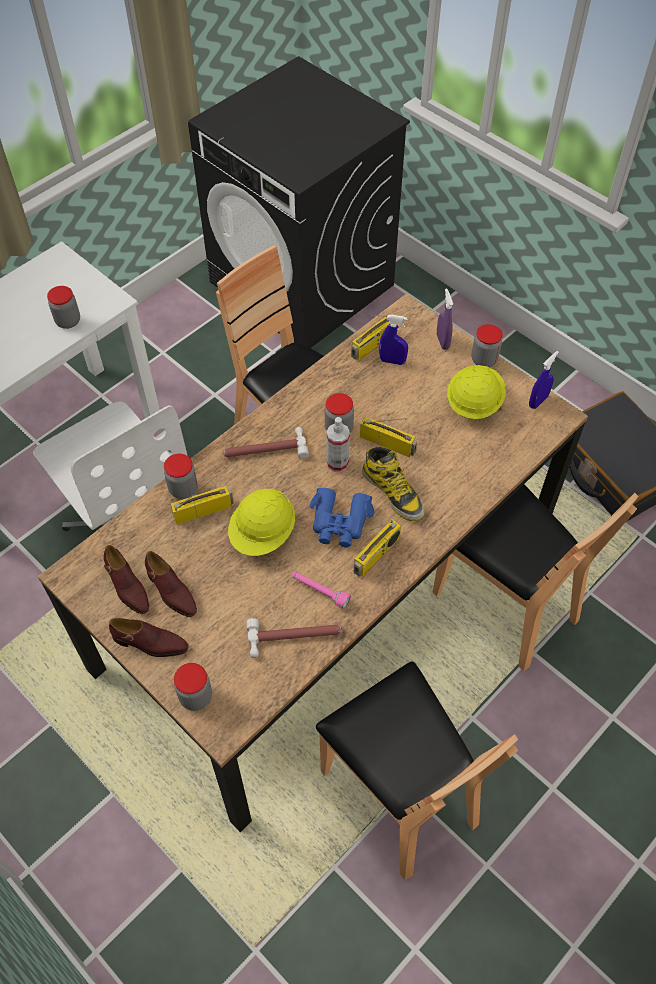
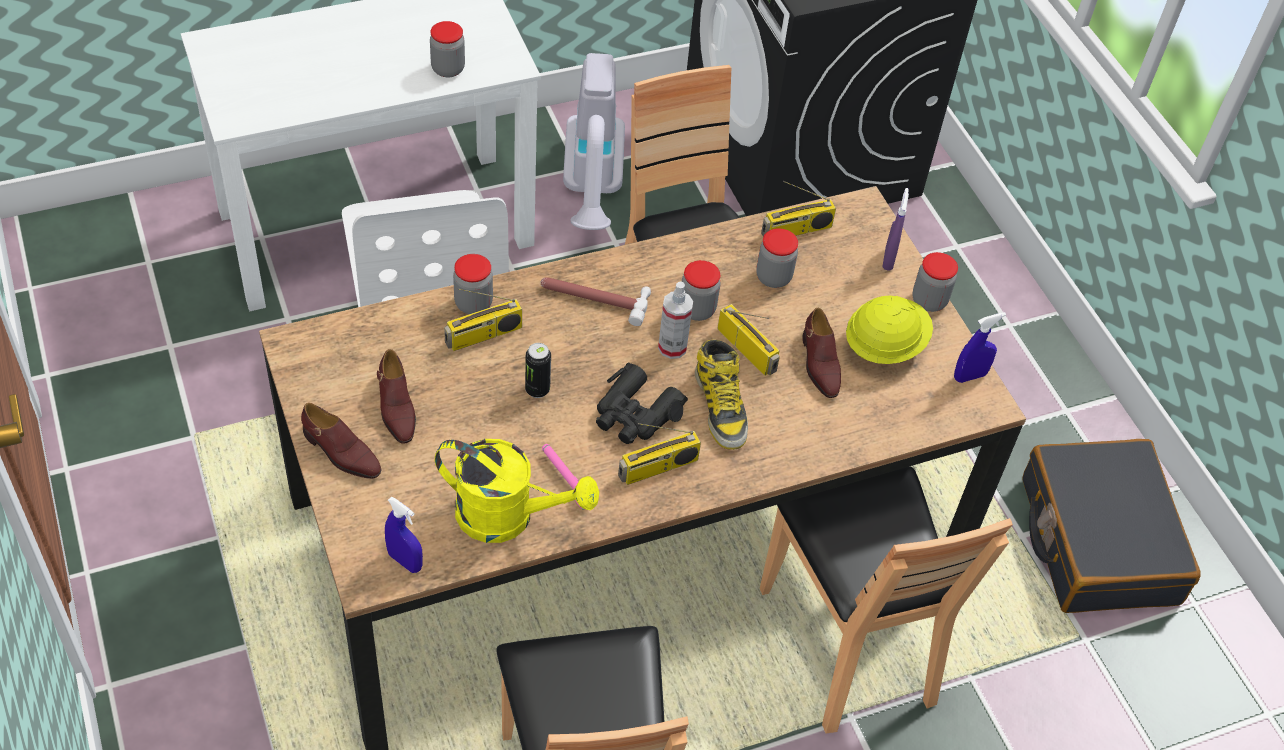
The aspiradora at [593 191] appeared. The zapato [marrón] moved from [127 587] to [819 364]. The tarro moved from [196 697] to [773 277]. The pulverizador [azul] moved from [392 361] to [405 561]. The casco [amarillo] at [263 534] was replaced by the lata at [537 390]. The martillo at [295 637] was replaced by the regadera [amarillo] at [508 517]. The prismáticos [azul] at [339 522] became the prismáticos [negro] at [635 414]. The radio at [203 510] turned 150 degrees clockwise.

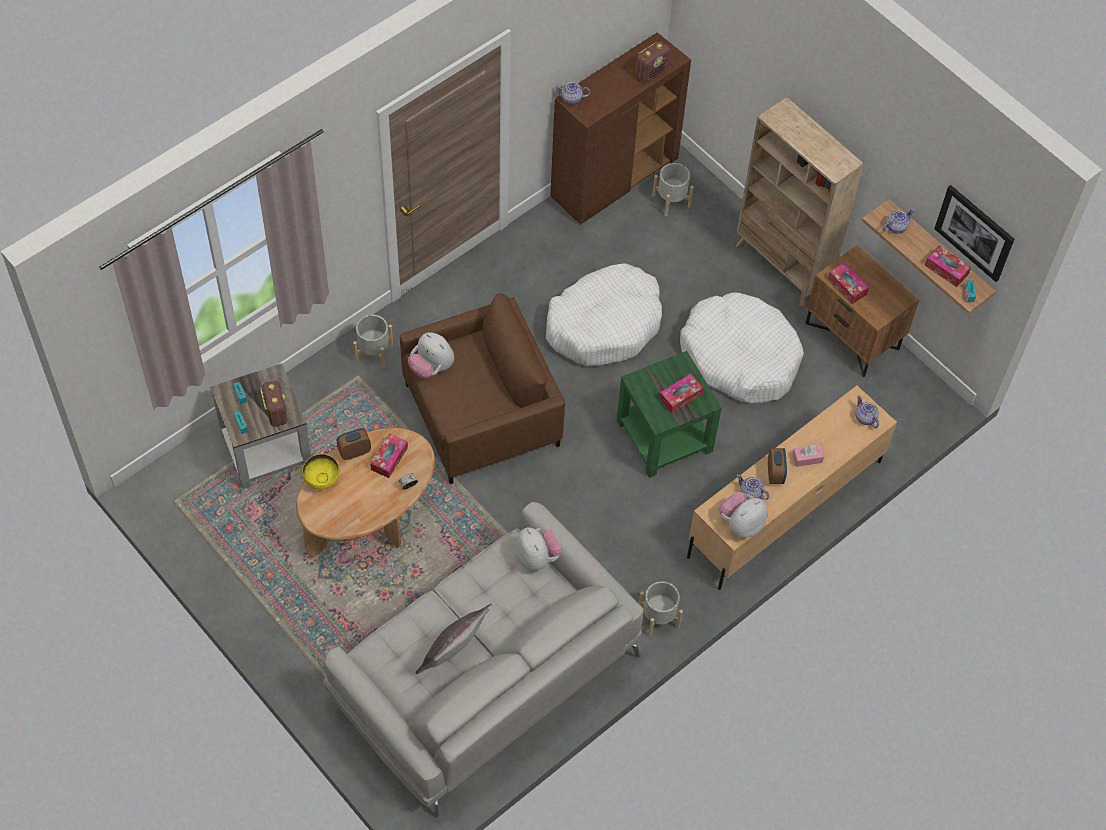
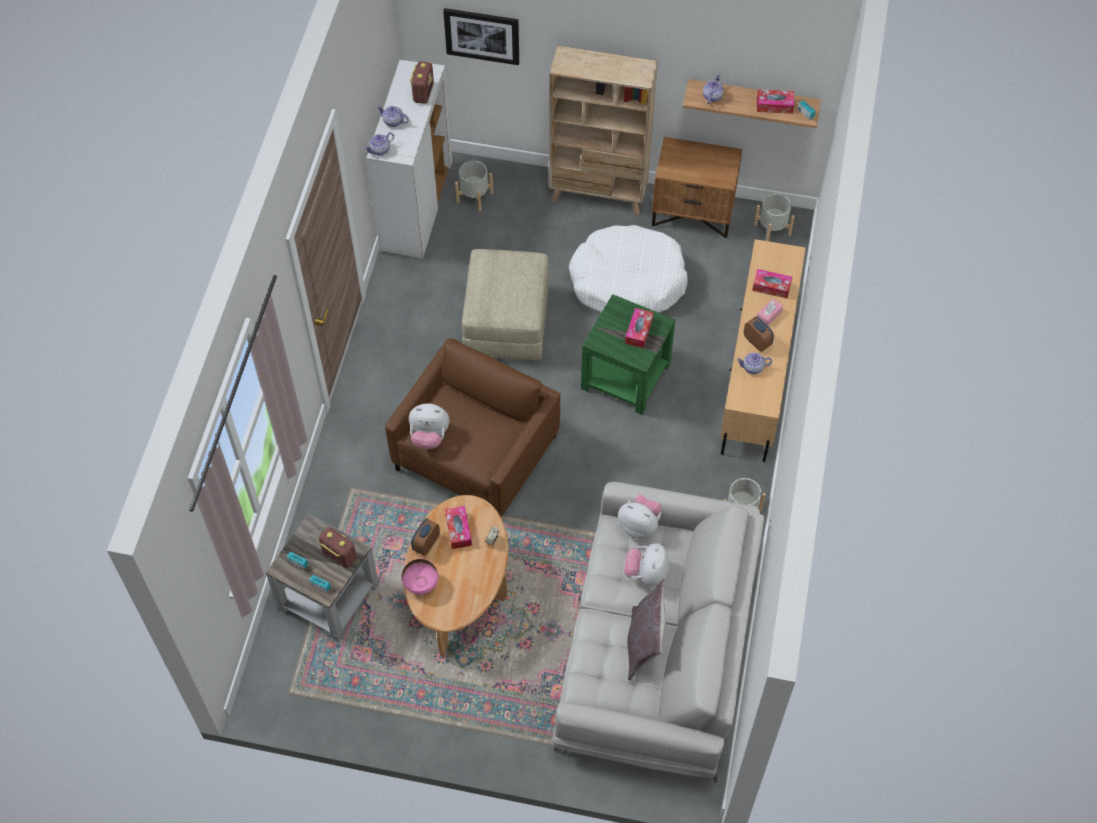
The maceta [gris] moved from [373 352] to [771 229]. The peluche moved from [741 524] to [646 573]. The caja de pañuelos moved from [847 286] to [771 287]. The tetera moved from [865 418] to [393 121]. The cuadro moved from [975 232] to [482 35]. The cama para perro [blanco] at [604 324] was replaced by the puf [beis] at [507 322]. The cuenco [amarillo] at [322 480] became the cuenco [rosa] at [420 584]. The armario [marrón] at [614 178] became the armario [blanco] at [416 207].

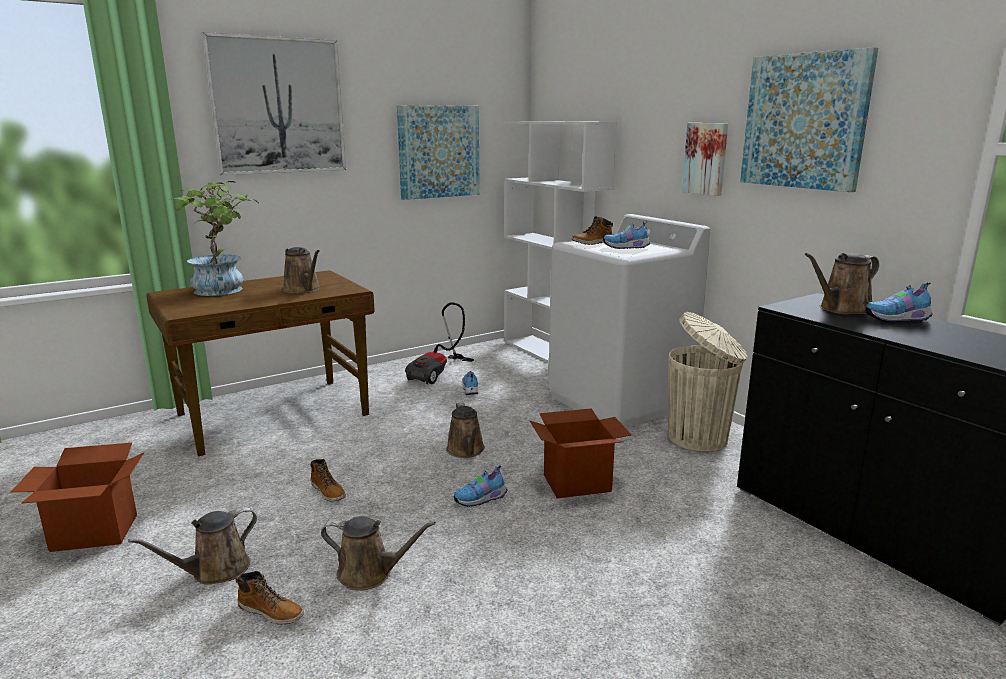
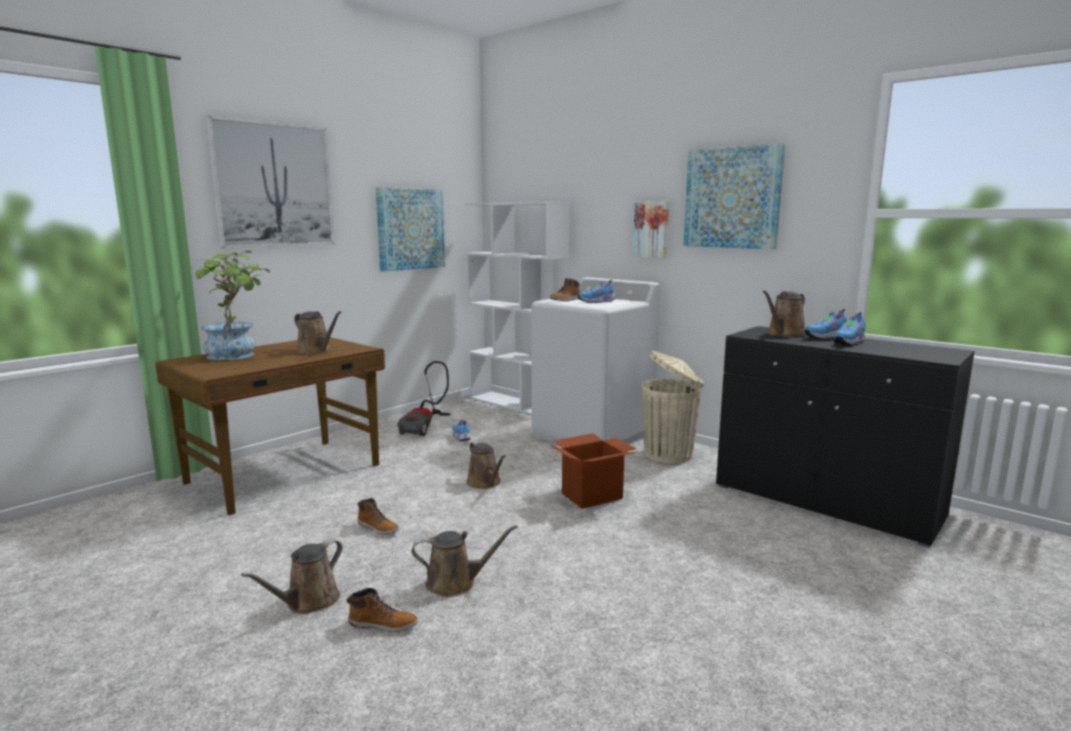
The caja de cartón at [94 533] disappeared. The zapato moved from [481 499] to [849 343].

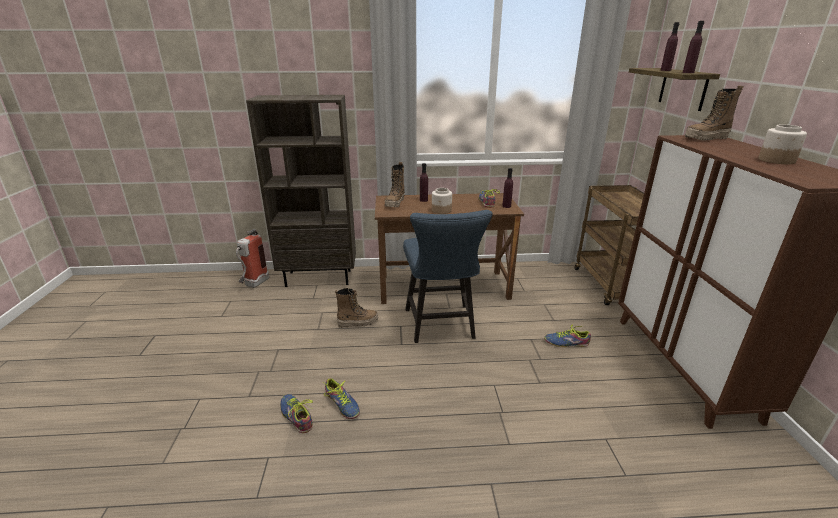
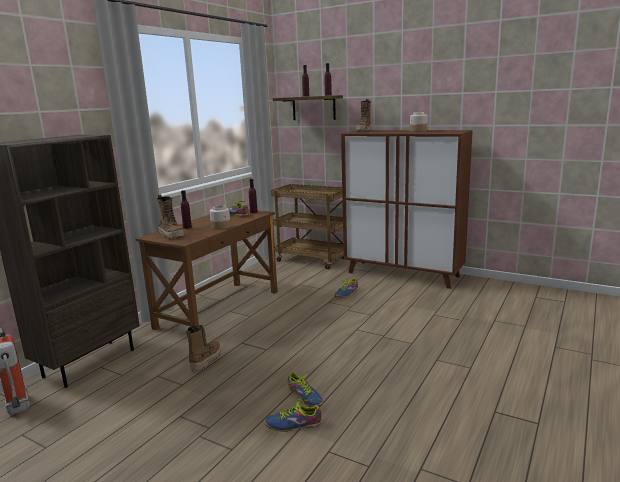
The silla [azul] at [441 327] disappeared. The zapato at [342 404] turned 60 degrees clockwise.

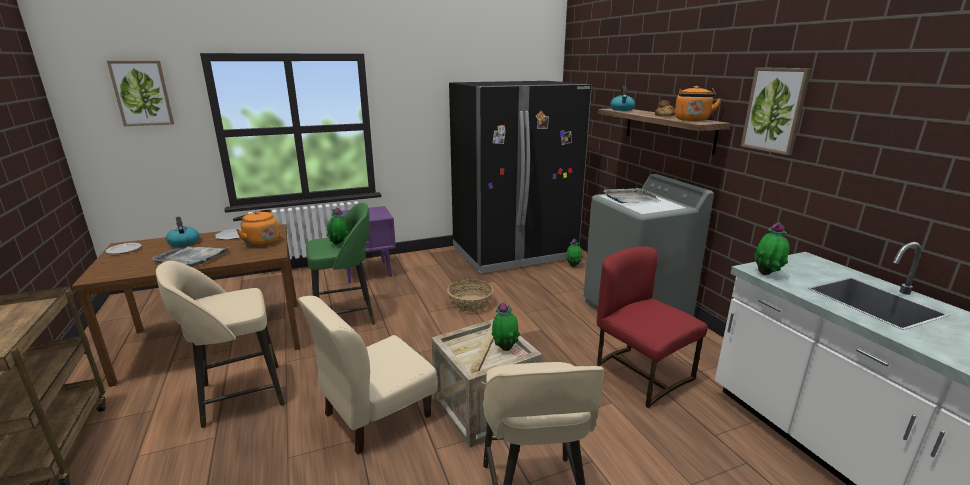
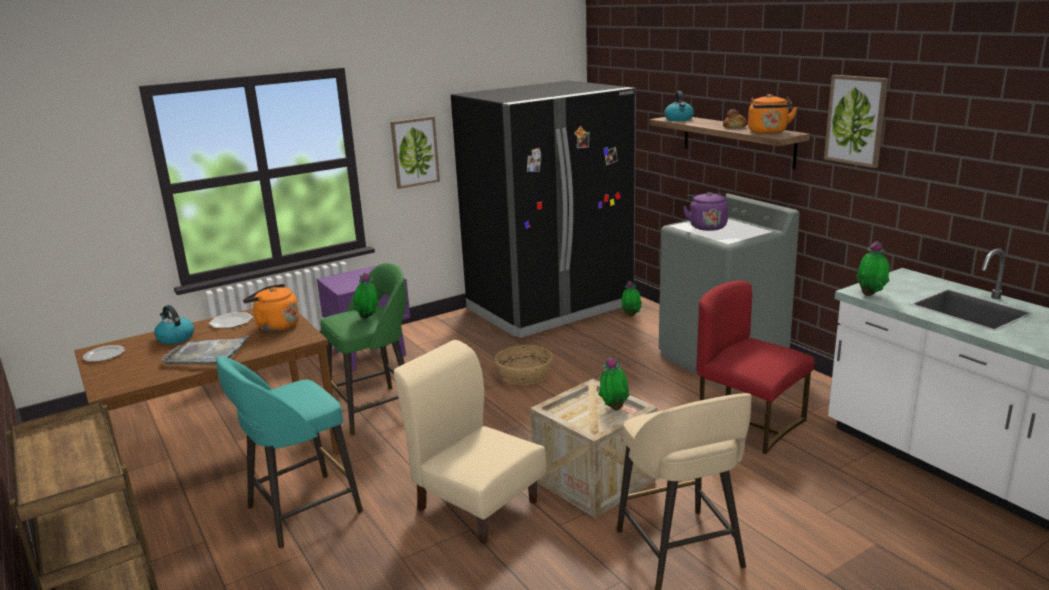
The cuadro moved from [142 93] to [414 152]. The bandeja [gris] at [630 198] was replaced by the hervidor [morado] at [706 226]. The taburete [beis] at [239 395] became the taburete [turquesa] at [300 511]. The silla [beis] at [376 414] turned 90 degrees clockwise.

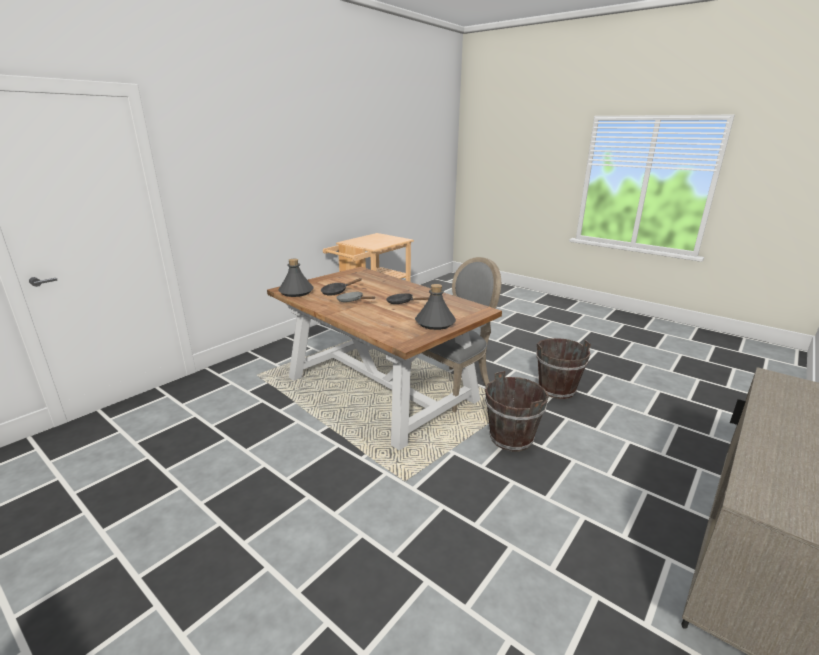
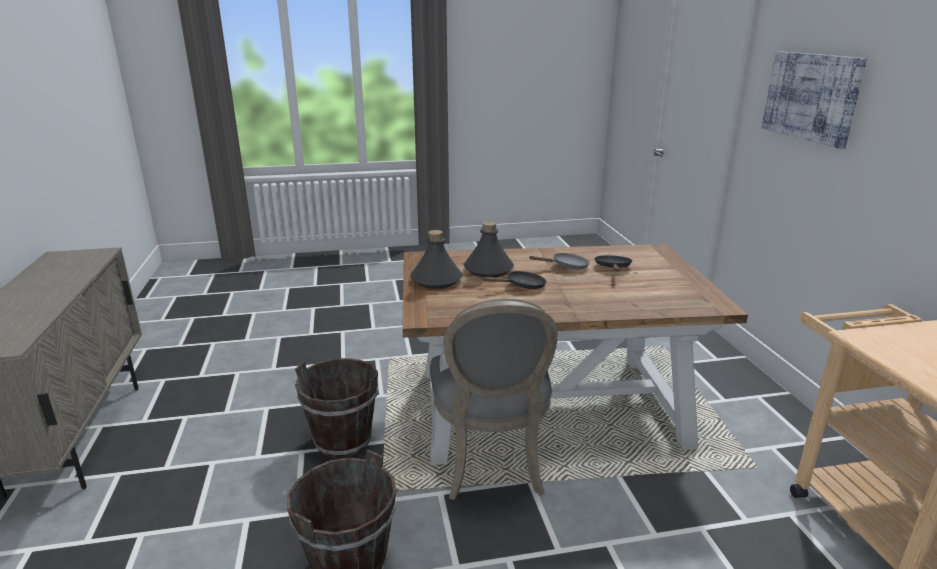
The cuadro at [811 97] appeared. The botella [gris] moved from [296 292] to [488 270].

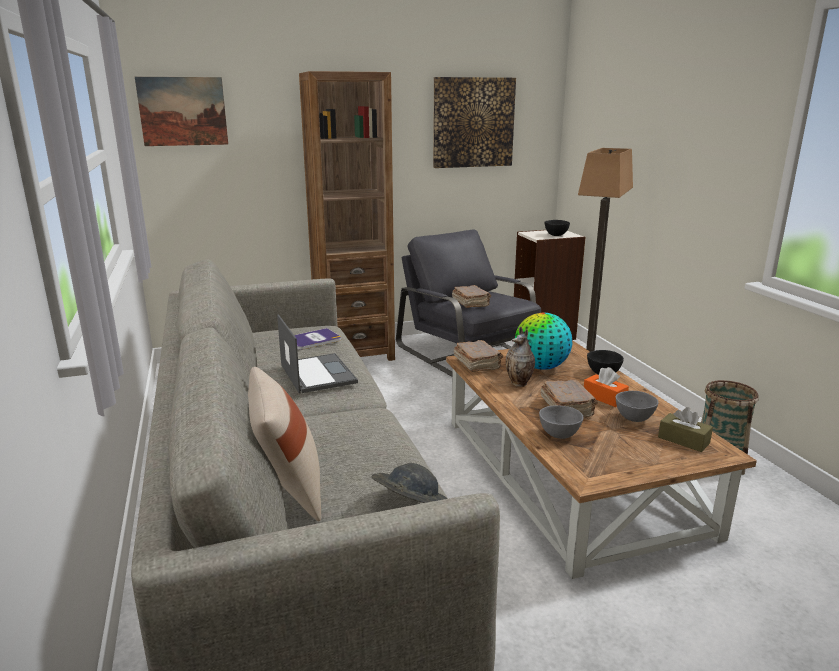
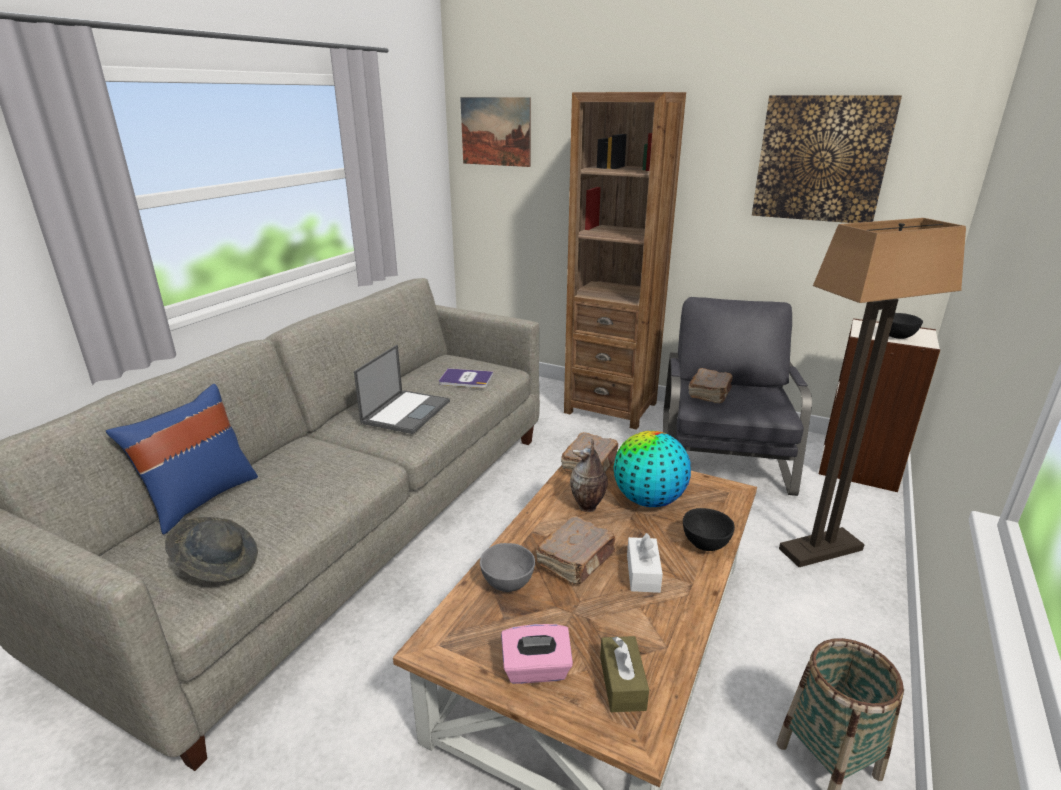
The cuenco [gris] at [633 419] disappeared. The caja de pañuelos [rosa] at [536 670] appeared. The cojín [beis] at [287 490] became the cojín [azul] at [200 498]. The caja de pañuelos [naranja] at [604 397] became the caja de pañuelos [blanco] at [643 573].

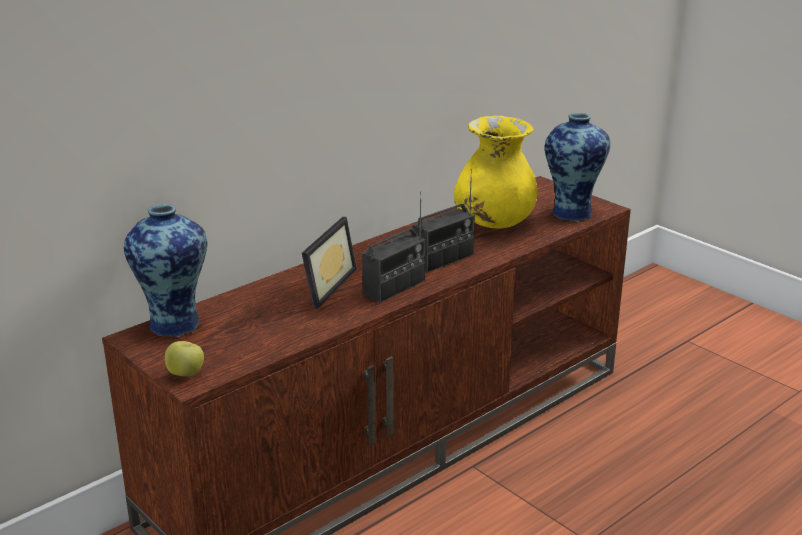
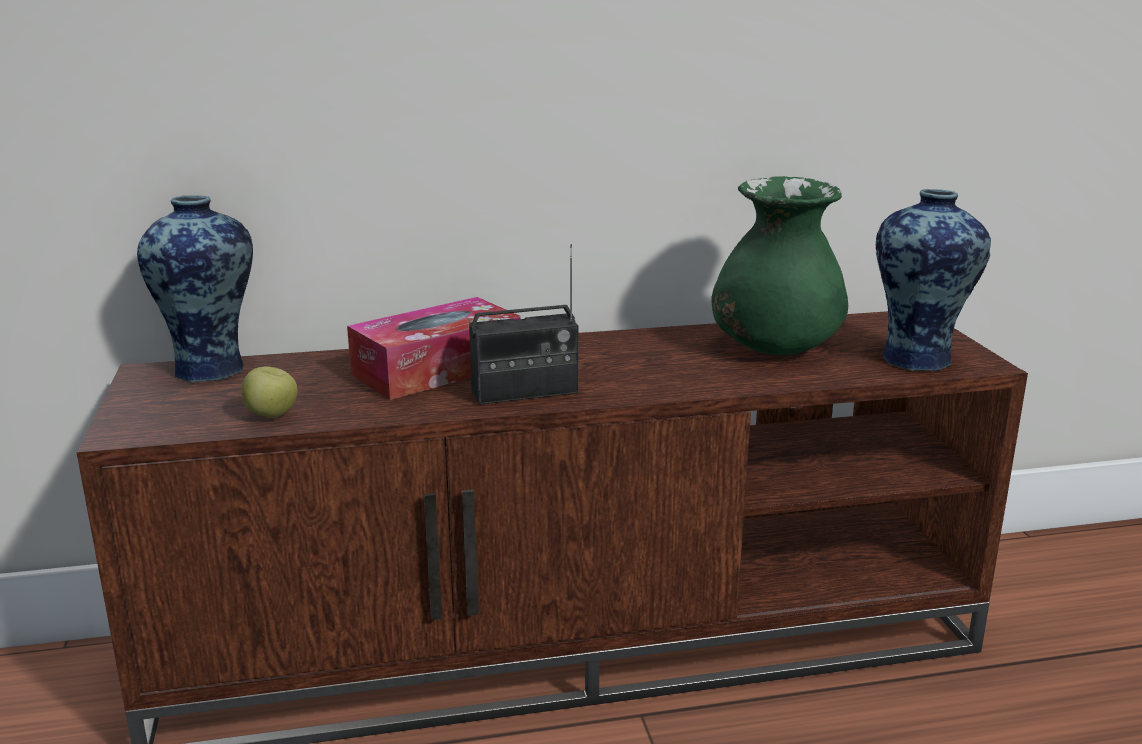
The radio at [443 259] disappeared. The manzana moved from [186 374] to [272 416]. The portarretratos at [322 286] was replaced by the caja de pañuelos at [437 369]. The florero [amarillo] at [494 223] became the florero [verde] at [774 348].

